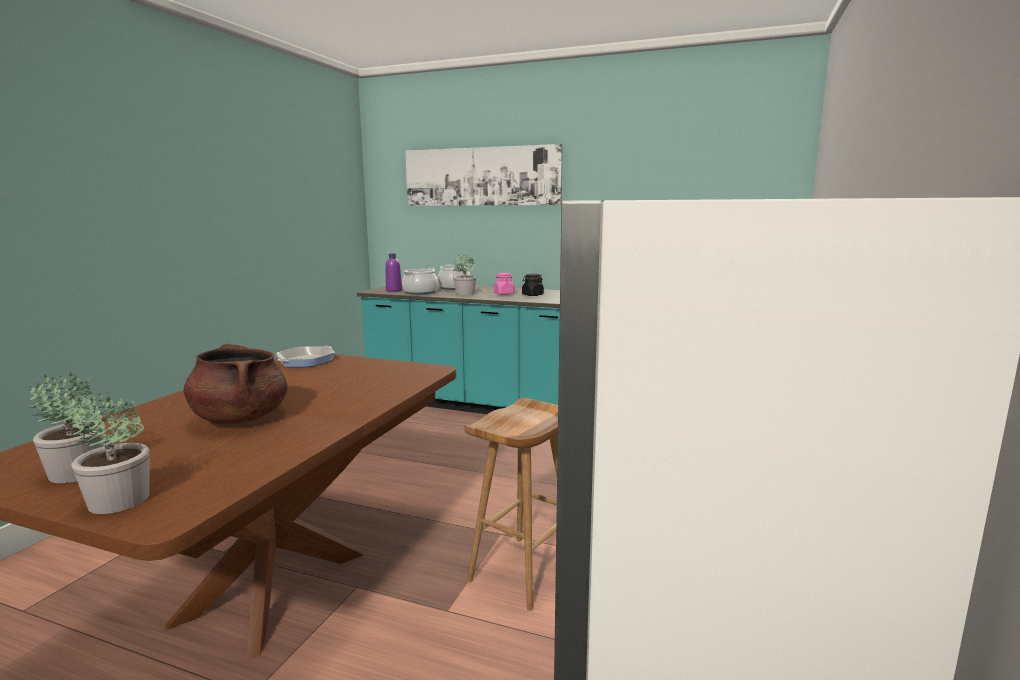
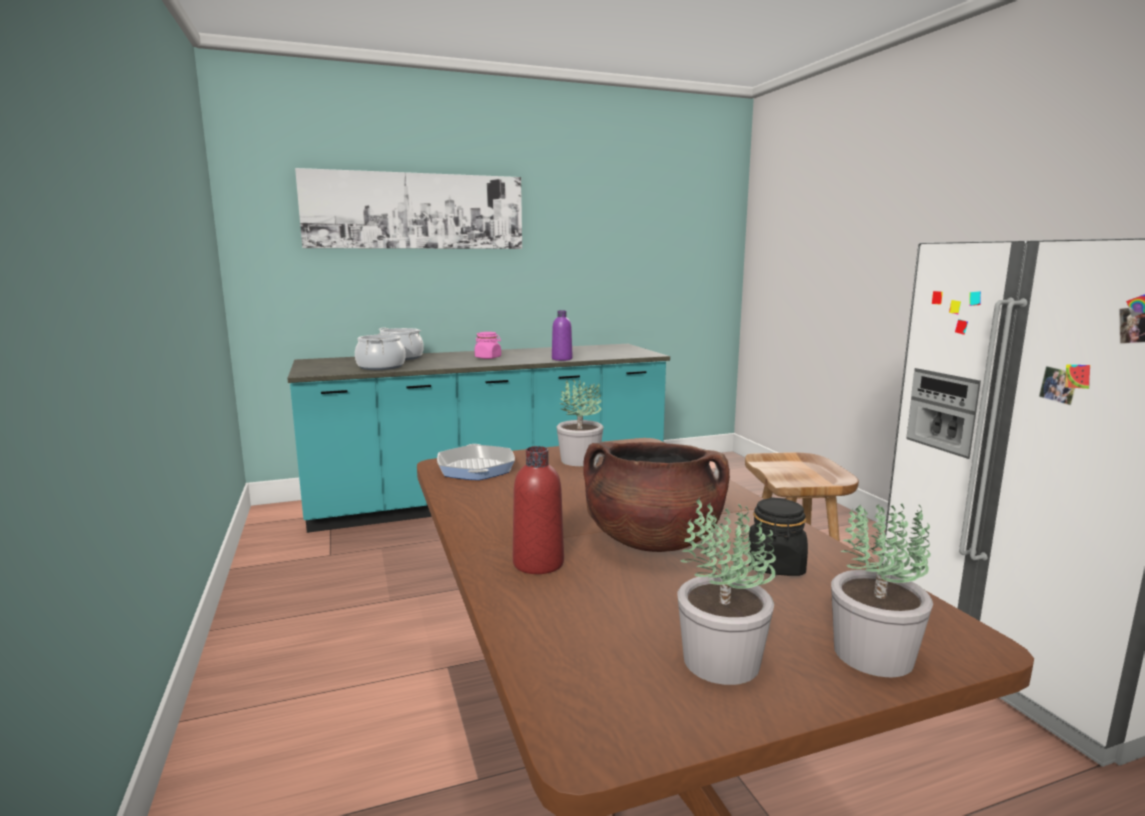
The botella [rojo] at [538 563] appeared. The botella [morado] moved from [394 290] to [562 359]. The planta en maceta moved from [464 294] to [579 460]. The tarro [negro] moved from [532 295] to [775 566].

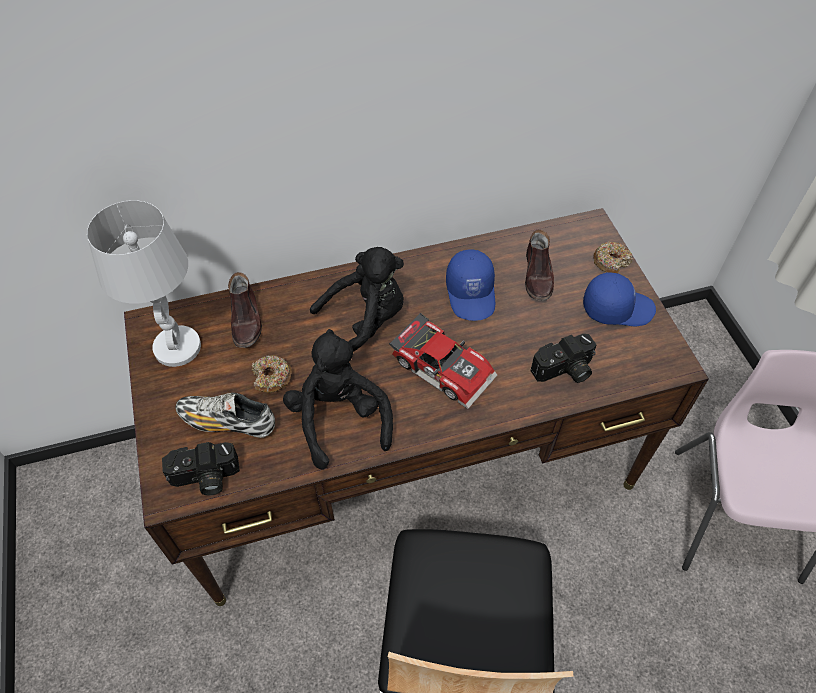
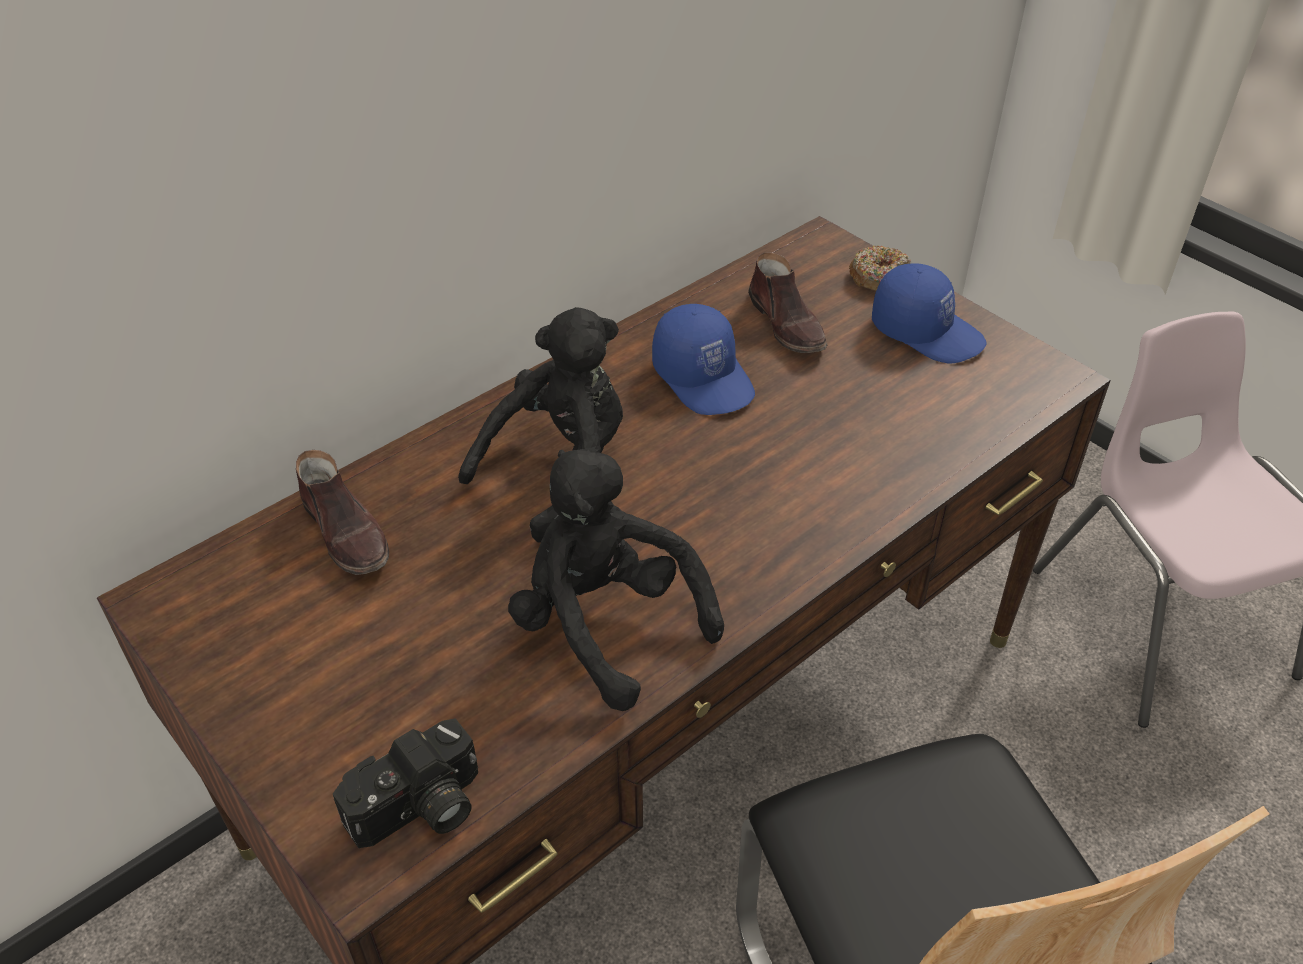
The lámpara de mesa [blanco] at [178 347] disappeared. The zapato at [227 422] disappeared. The rosquilla at [271 378] disappeared. The coche de juguete at [444 366] disappeared. The cámara at [564 371] disappeared. The gorra [azul] at [617 307] turned 60 degrees clockwise.

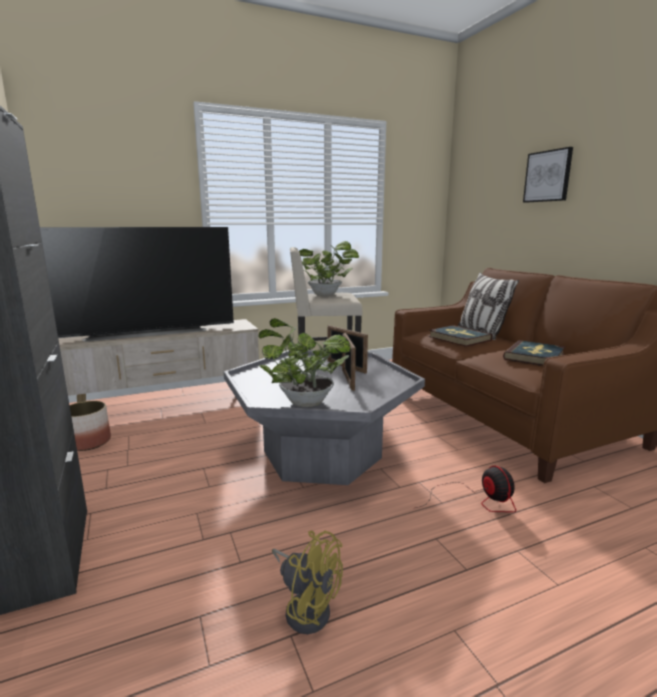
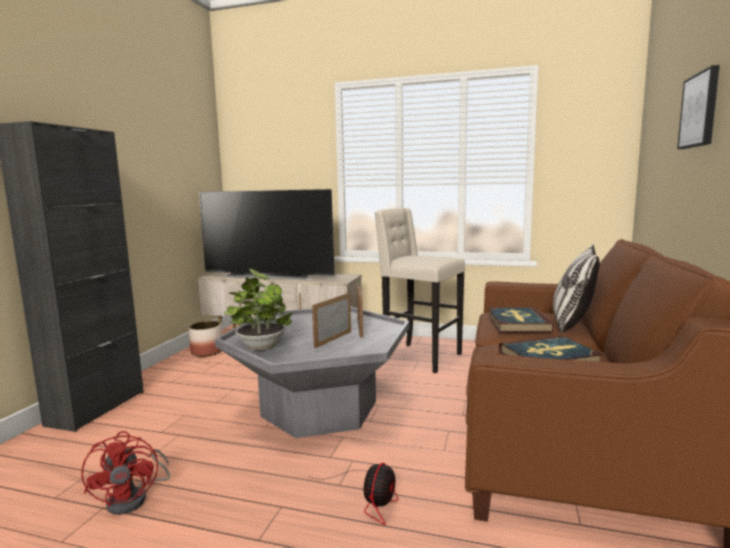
The planta en maceta at [327 295] disappeared. The ventilador [amarillo] at [306 607] became the ventilador [rojo] at [135 498].

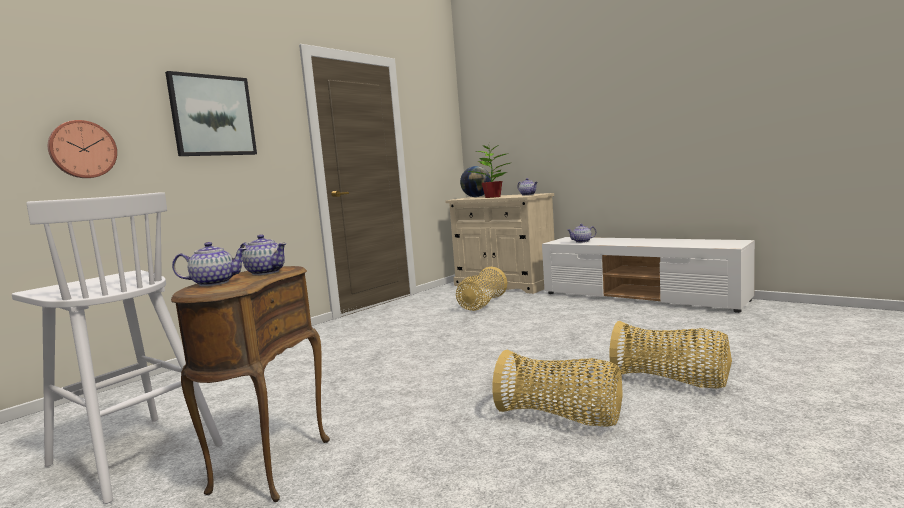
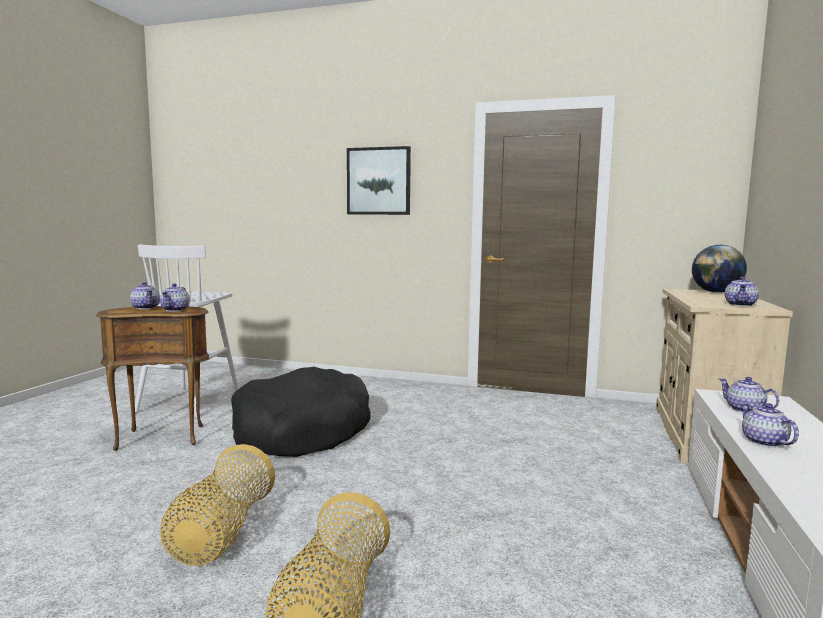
The reloj de pared at [82 149] disappeared. The cesta at [482 305] disappeared. The planta en maceta at [493 197] disappeared. The cama para perro [negro] at [302 431] appeared. The tetera at [764 442] appeared.

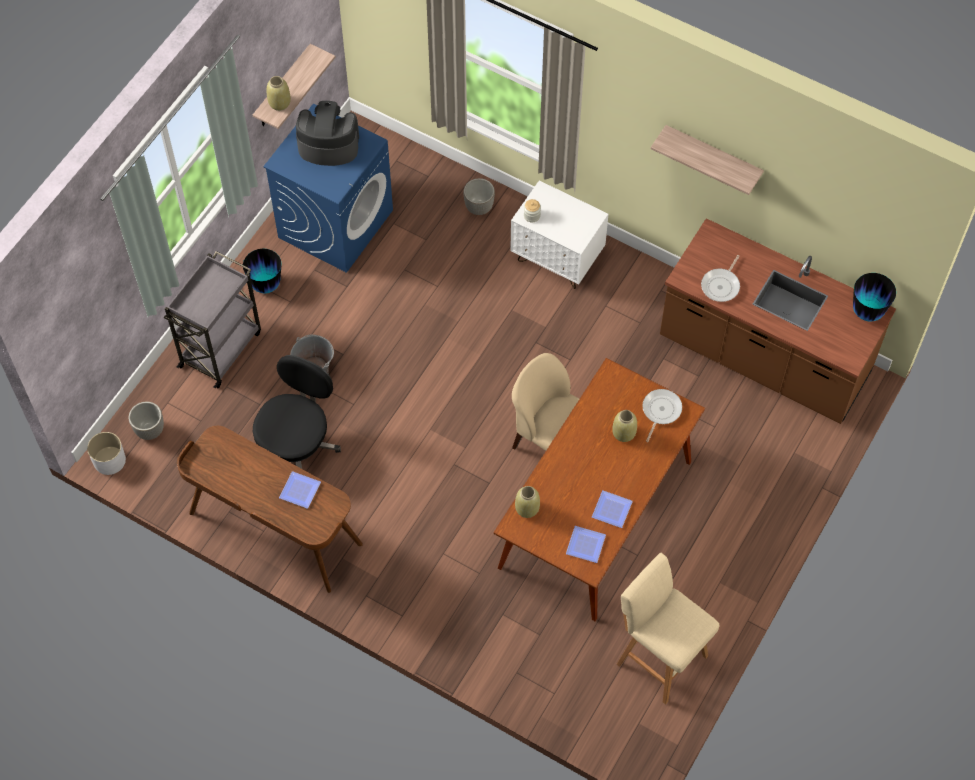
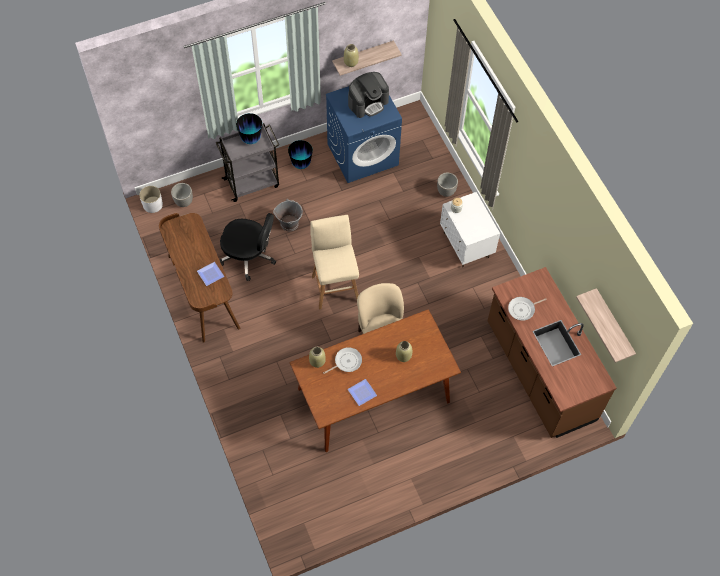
The plato at [584 546] disappeared. The taburete [beis] moved from [659 657] to [335 287]. The sartén moved from [660 411] to [346 361]. The estante moved from [712 157] to [613 325]. The florero moved from [867 312] to [251 139]. The silla de oficina [negro] at [297 445] turned 45 degrees clockwise. The cafetera at [328 145] turned 105 degrees clockwise.

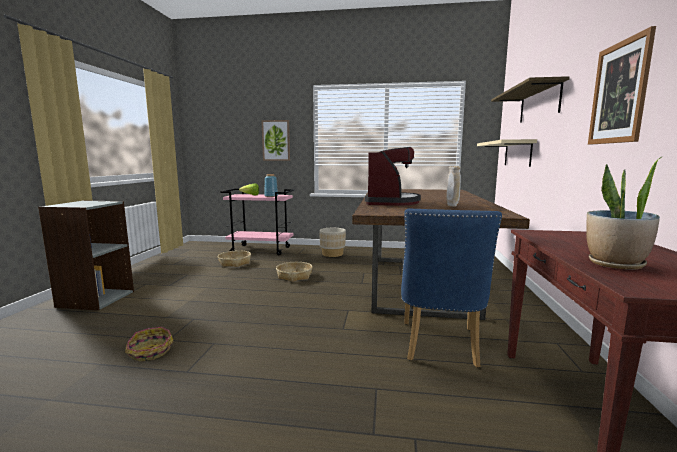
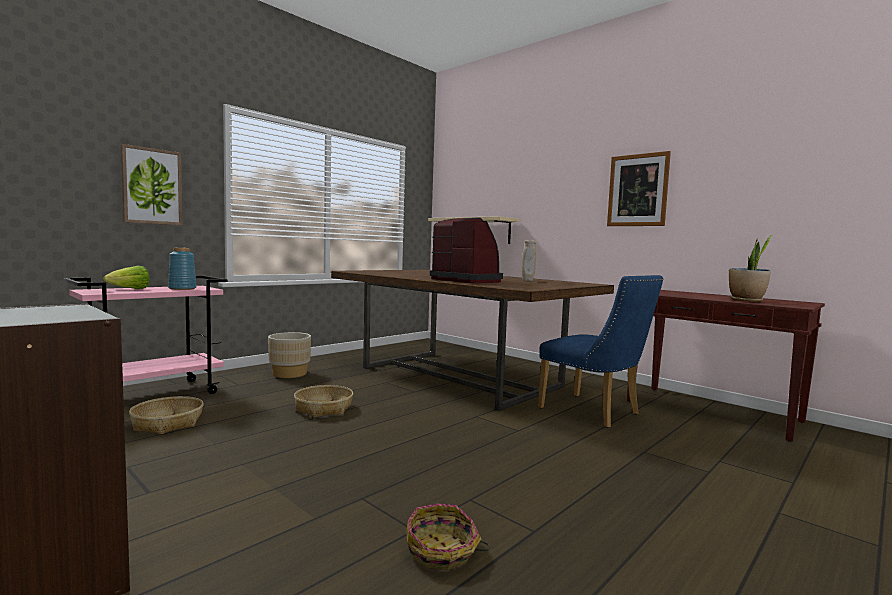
The estante at [539 103] disappeared.

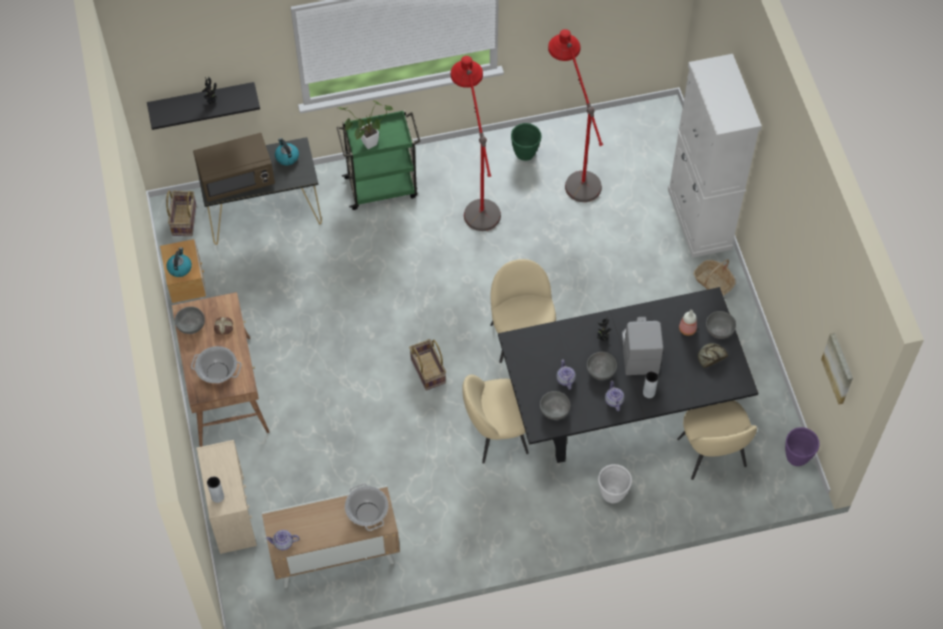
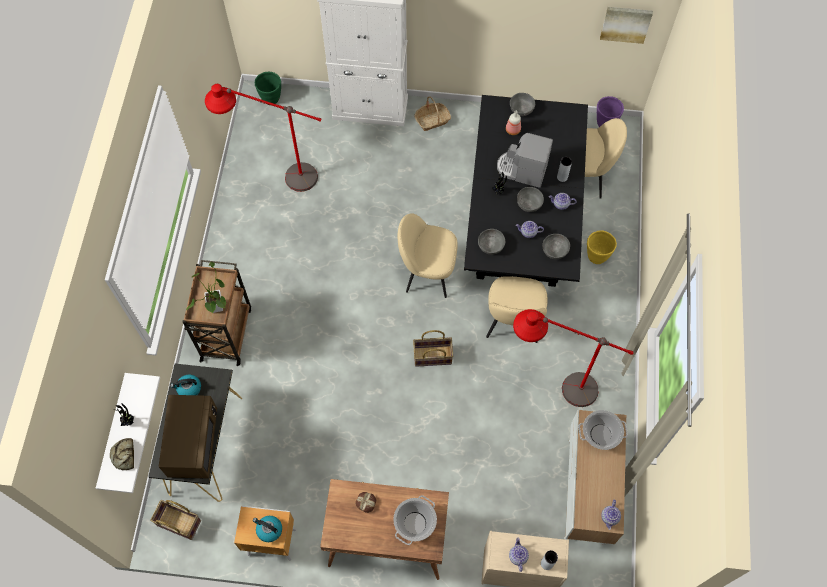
The tetera at [517 556] appeared. The cuenco [gris] moved from [190 325] to [490 245]. The lámpara de pie [rojo] moved from [476 194] to [554 386]. The maceta [verde] moved from [525 154] to [271 99]. The pan moved from [711 356] to [124 455]. The estante [negro] at [202 100] became the estante [blanco] at [114 433]. The carrito [verde] at [382 187] became the carrito [marrón] at [226 332]. The maceta [blanco] at [612 494] became the maceta [amarillo] at [596 257].

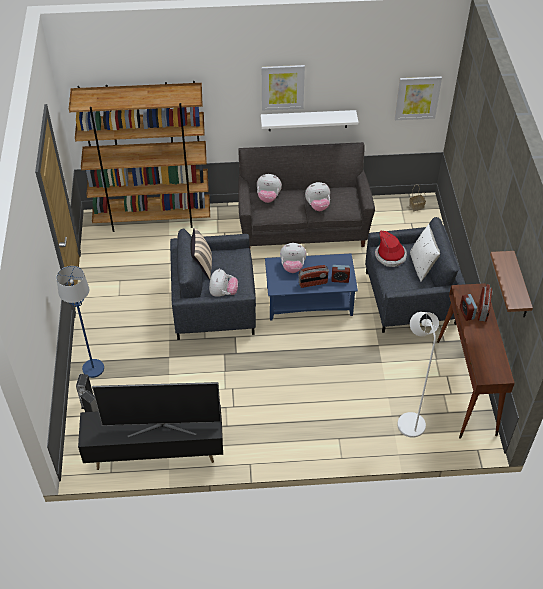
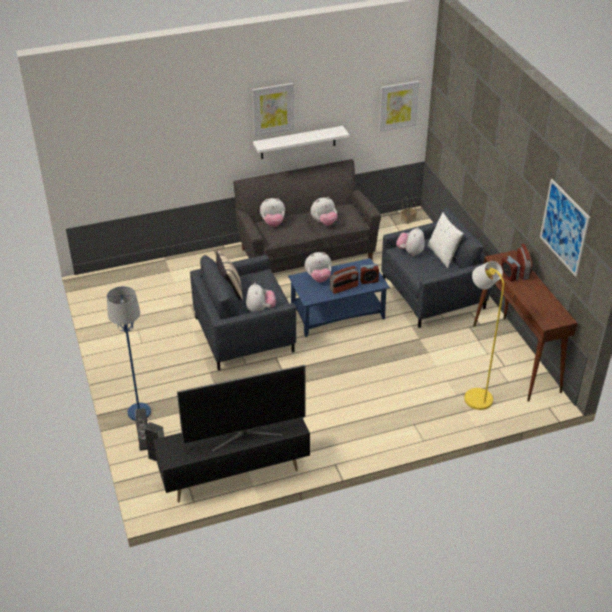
The estantería [marrón] at [153 218] disappeared. The sombrero at [390 256] was replaced by the peluche at [410 252]. The estante at [520 287] was replaced by the cuadro at [564 227]. The lámpara de pie [blanco] at [409 420] became the lámpara de pie [amarillo] at [474 396].

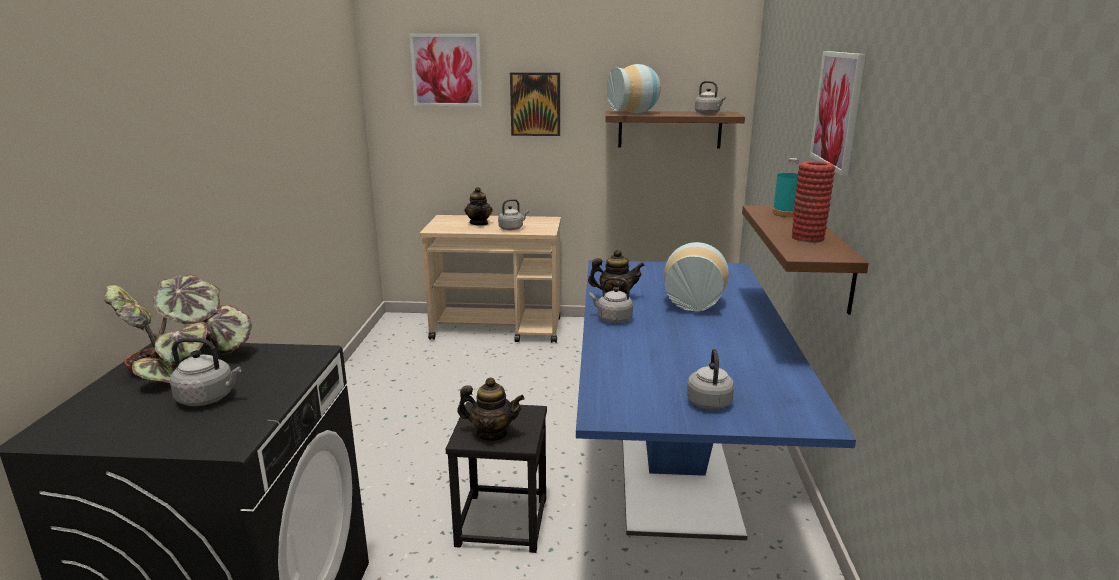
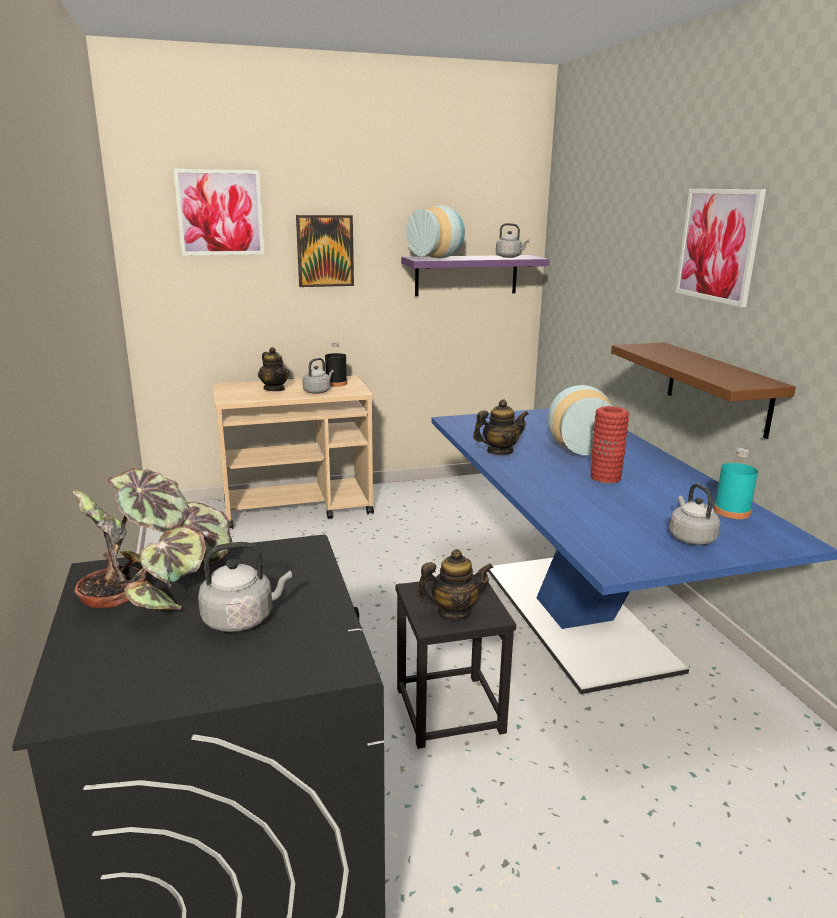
The hervidor [gris] at [612 319] disappeared. The botella [negro] at [336 384] appeared. The botella [turquesa] moved from [787 213] to [731 511]. The florero [rojo] moved from [807 238] to [605 477]. The estante [marrón] at [669 129] became the estante [morado] at [466 275].

